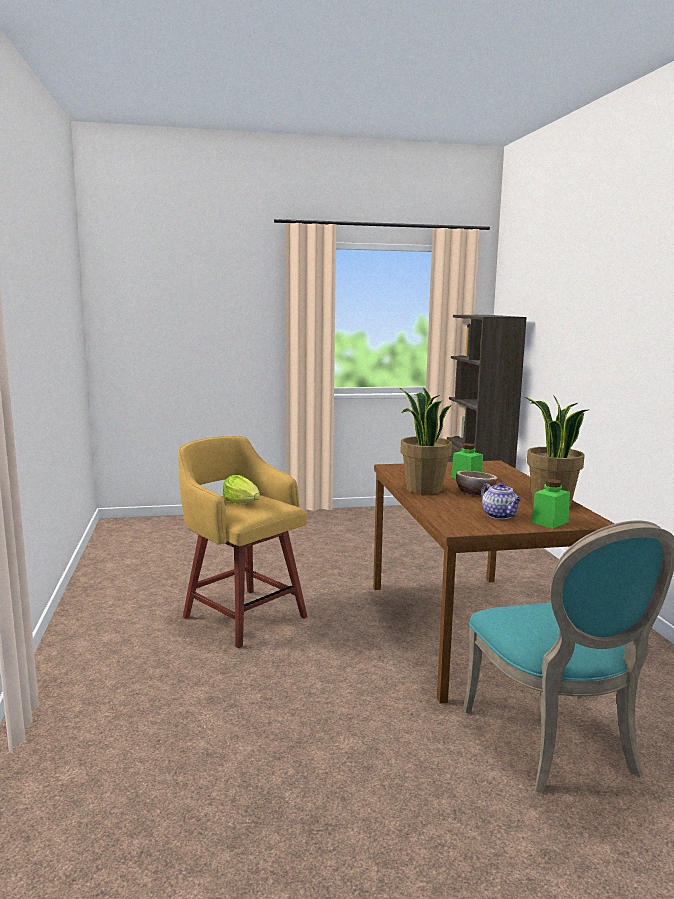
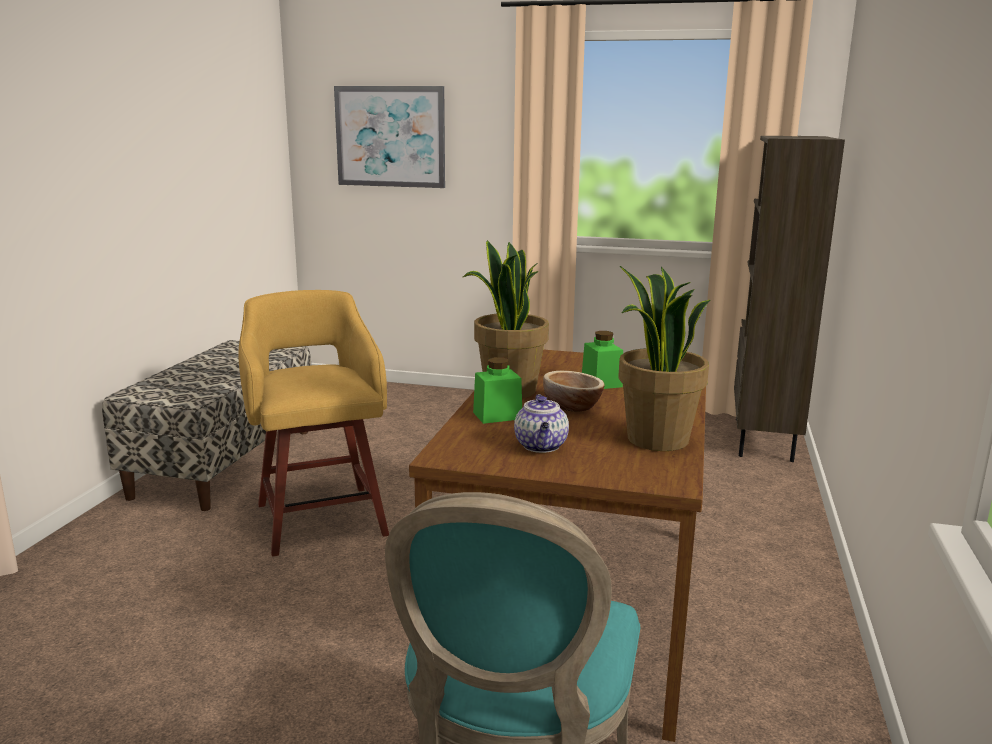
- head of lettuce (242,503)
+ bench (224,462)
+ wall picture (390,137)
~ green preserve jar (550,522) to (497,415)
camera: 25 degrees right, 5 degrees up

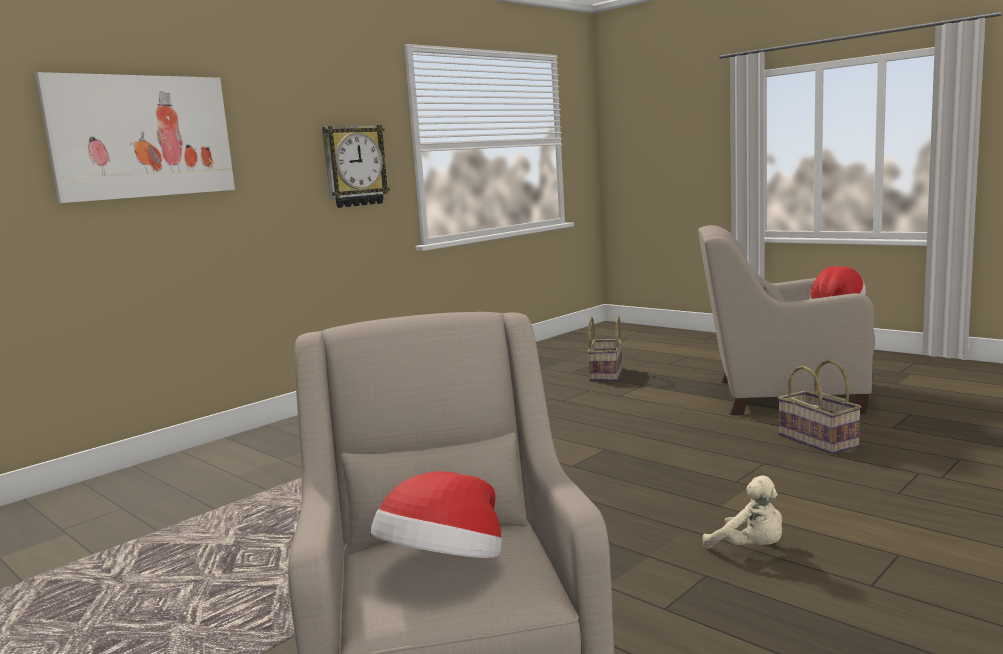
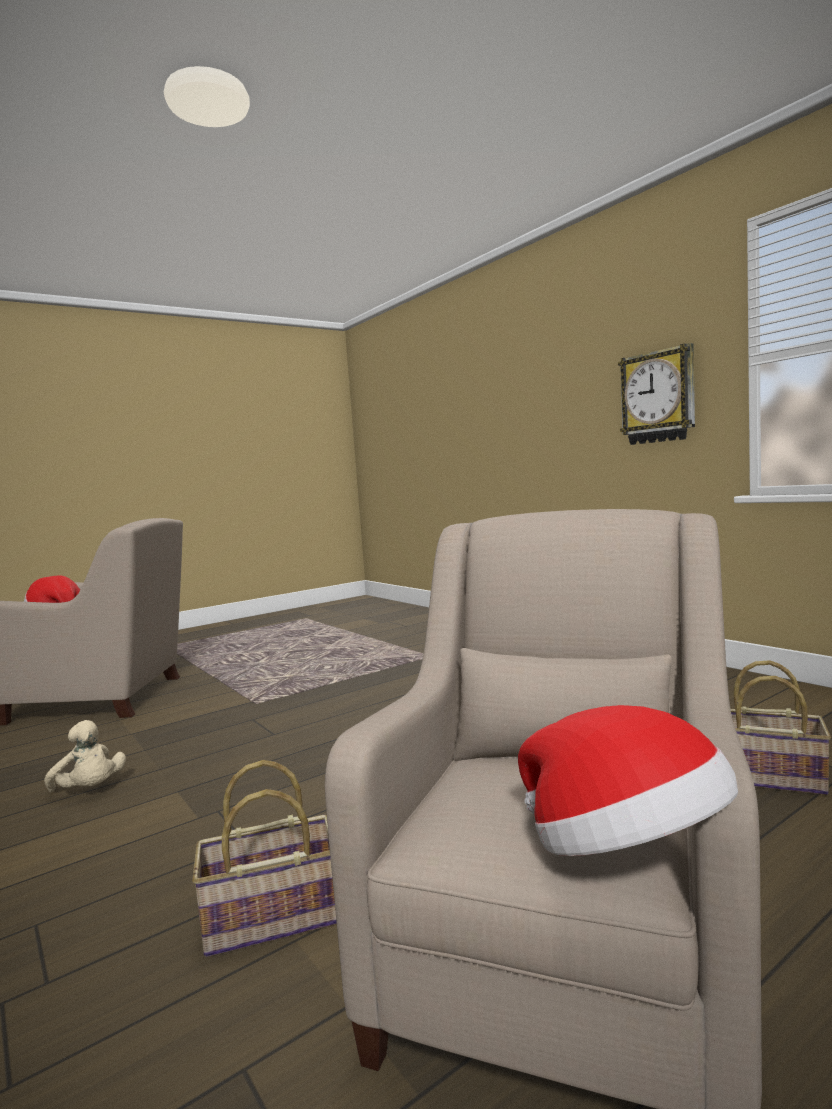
- wall picture (142,136)
~ beige plush toy (750,548) = (89,790) 105 degrees counterclockwise
camera: 100 degrees right, 5 degrees down

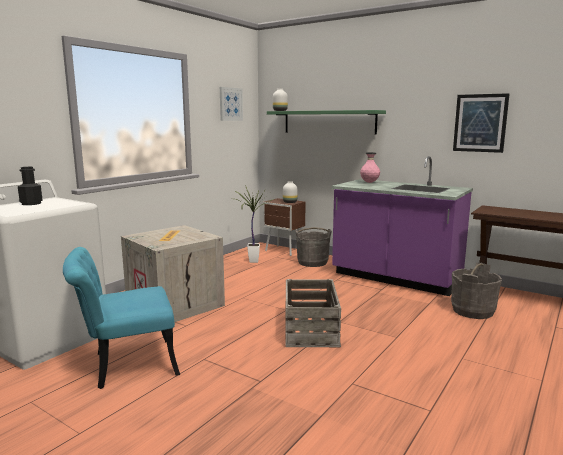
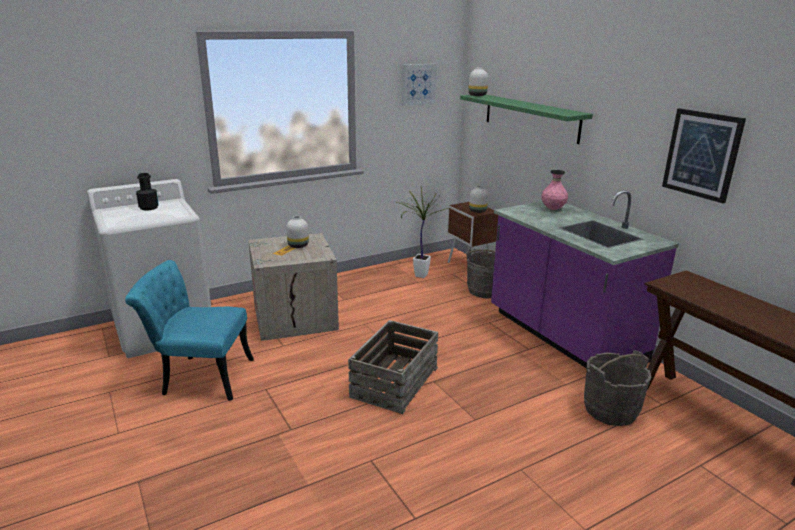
+ white vase (298,246)
camera: 25 degrees right, 10 degrees up

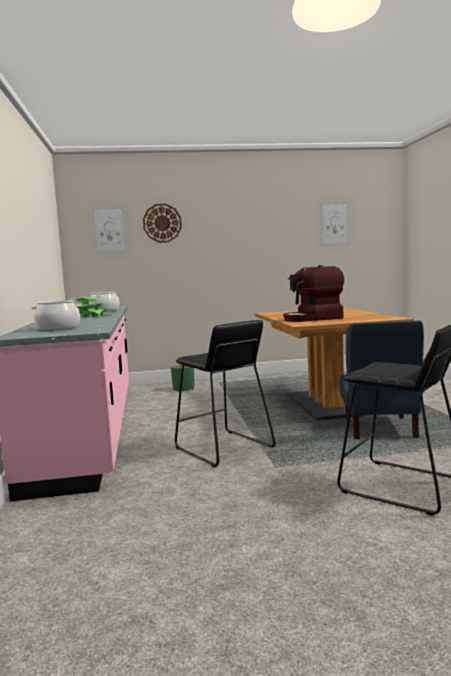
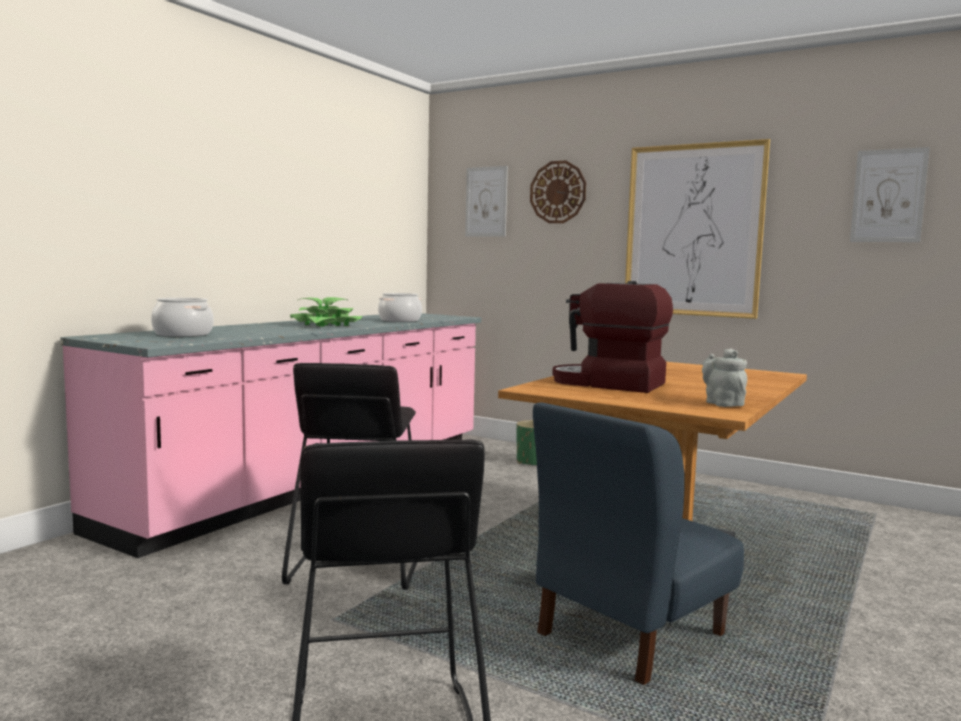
+ wall picture (693,230)
+ greyish teapot (722,403)
camera: 40 degrees right, 0 degrees up

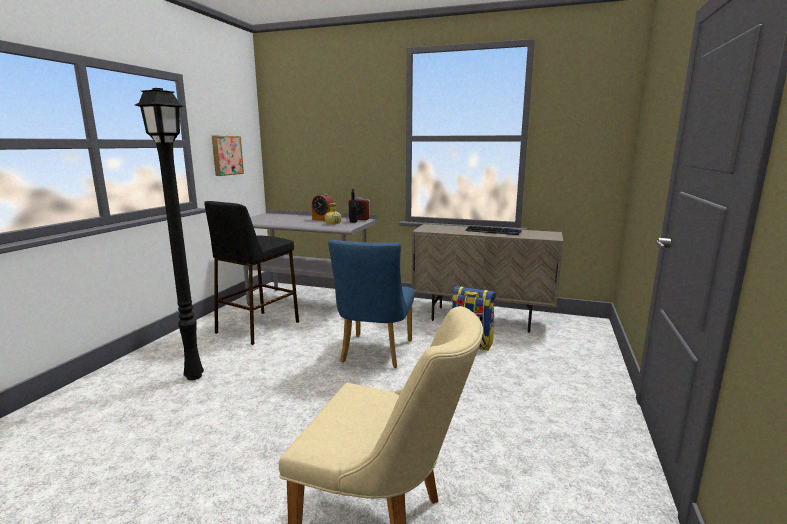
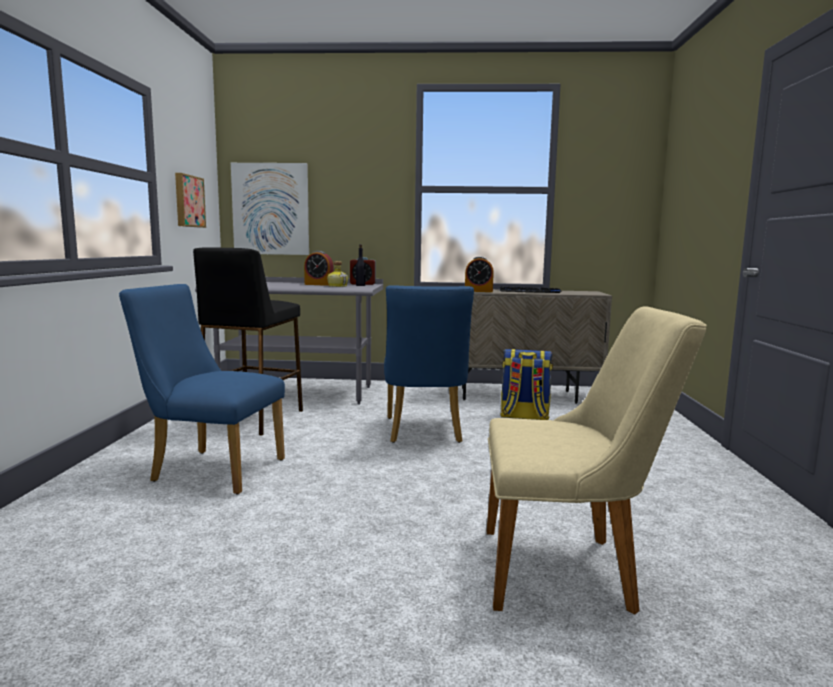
+ wall picture (270,209)
+ alarm clock (478,291)
~ black standard lamp (194,375) to blue-coloured chair (210,469)
camera: 15 degrees left, 5 degrees down

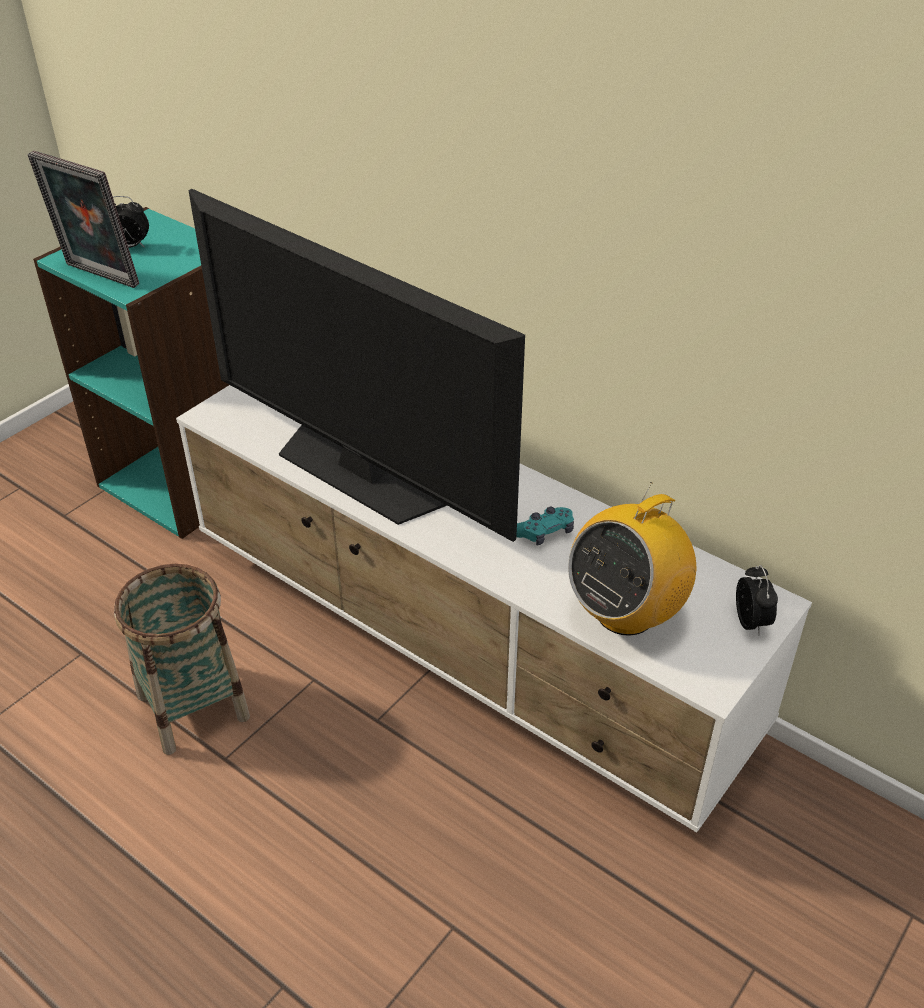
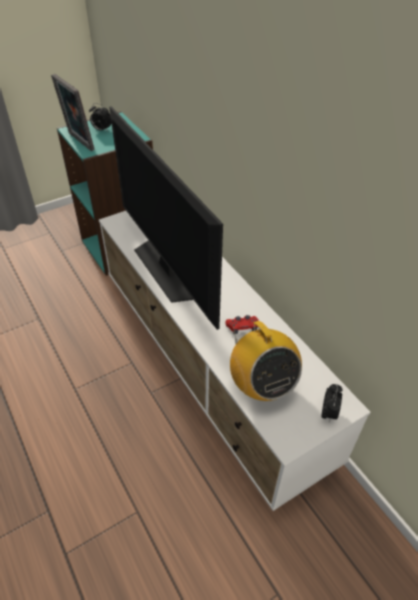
- basket (193,707)
~ turquoise-coloured gamepad (545,532) to red-coloured gamepad (242,327)
~ radio receiver (625,613) = (261,386) 90 degrees counterclockwise
camera: 20 degrees right, 5 degrees up

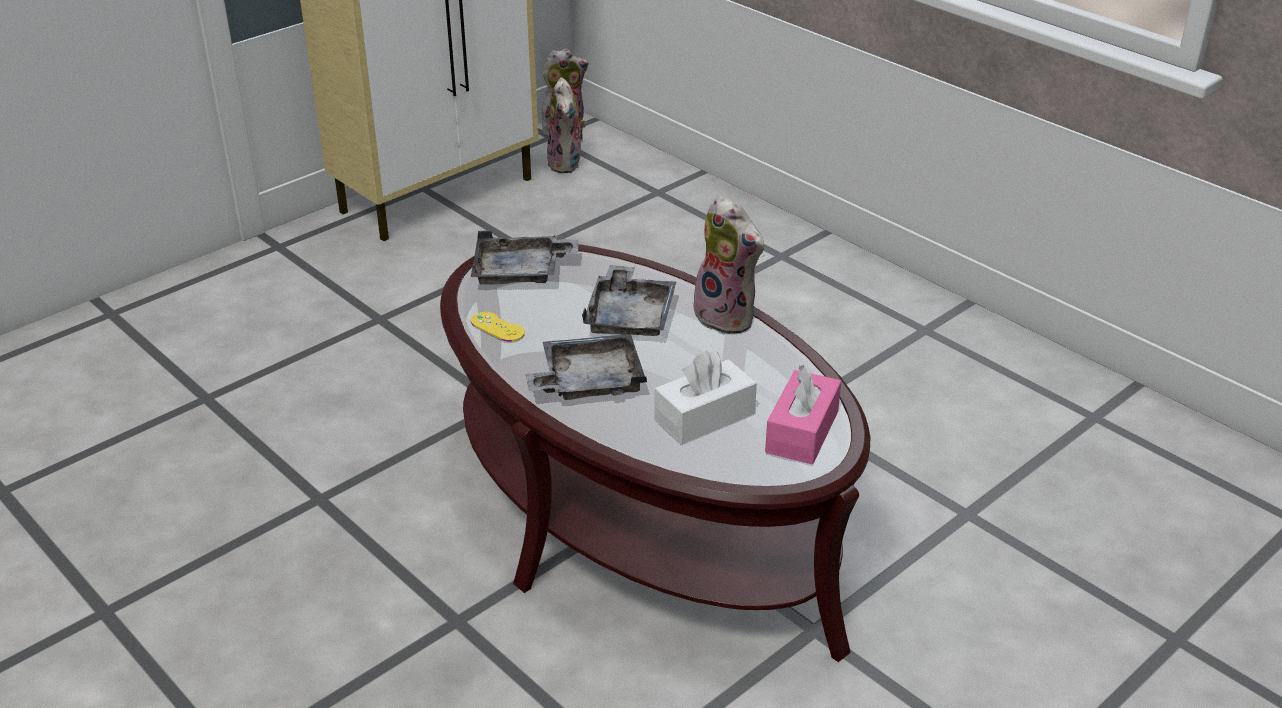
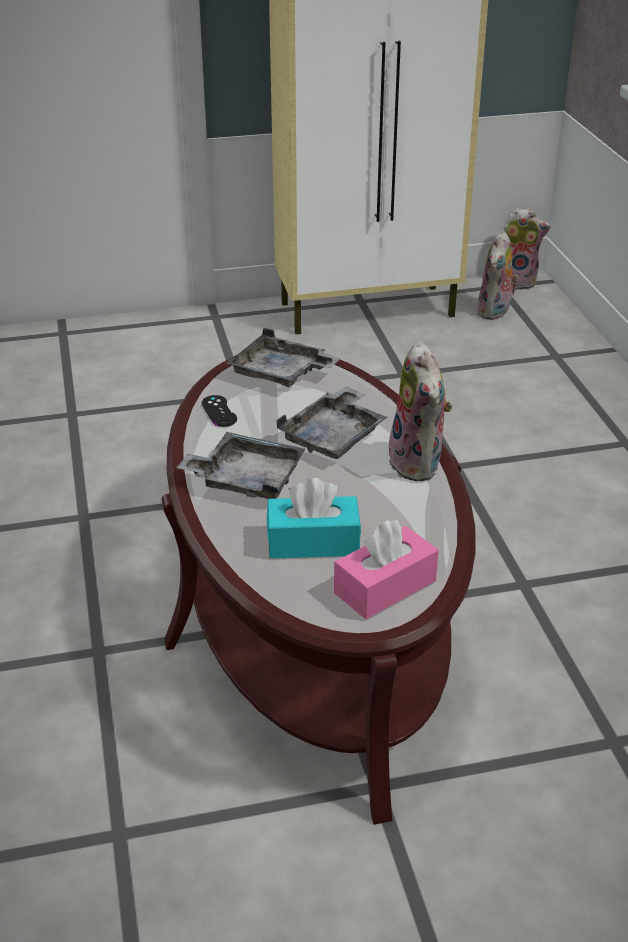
~ yellowish gamepad (497,327) to black gamepad (219,411)
~ white box of tissues (704,416) to turquoise-coloured box of tissues (313,542)
camera: 30 degrees right, 0 degrees up

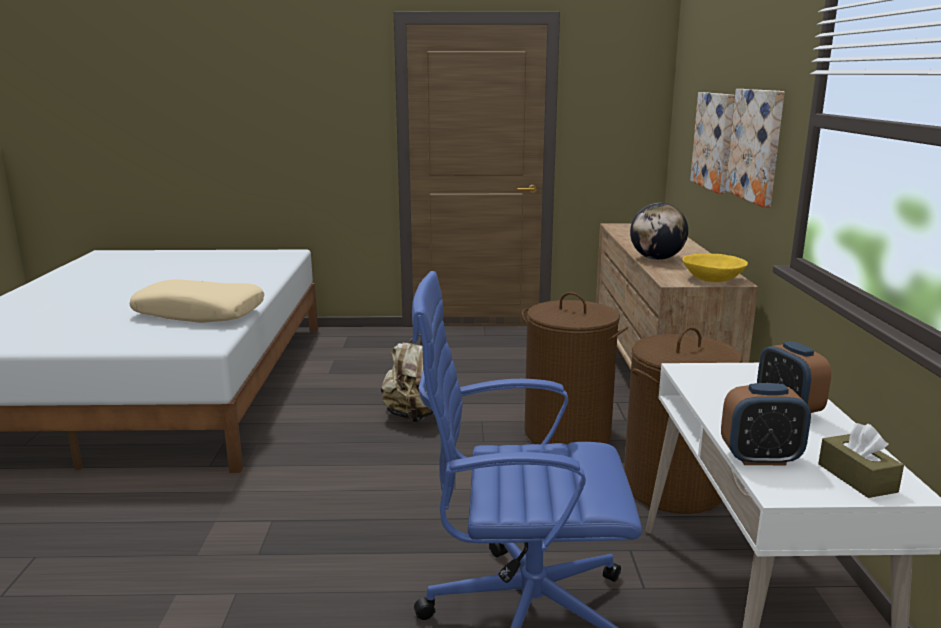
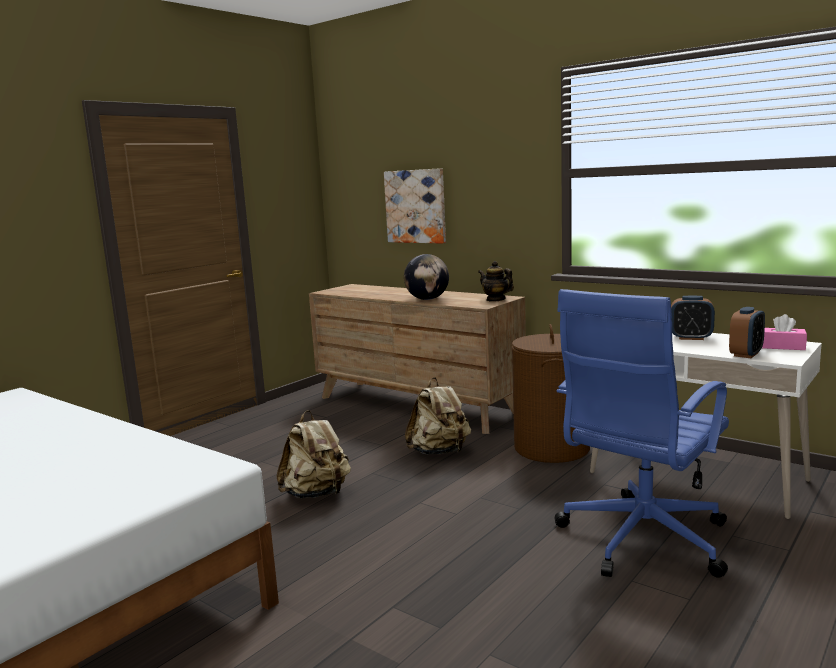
- beige pillow (200,313)
- wall picture (756,145)
~ brownish washing basket (568,433) to beige rucksack (439,452)
~ yellowish bowl (713,280) to teapot (495,299)
~ brownish box of tissues (857,478) to pinkish box of tissues (783,347)
camera: 50 degrees left, 5 degrees down

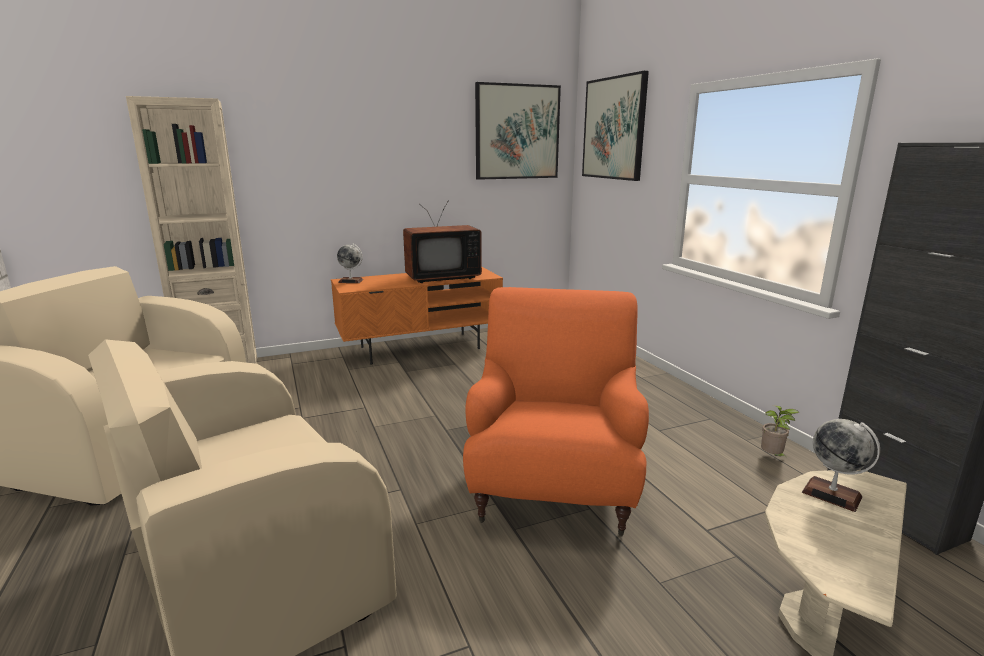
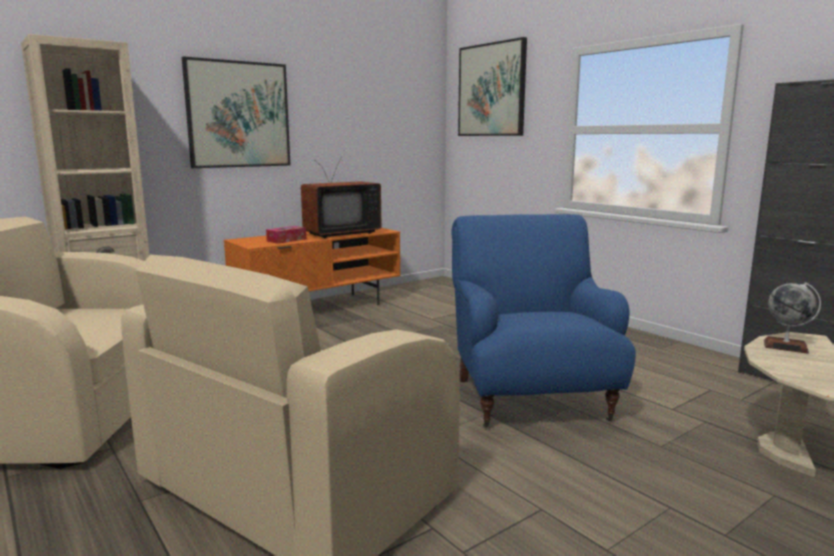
- desk globe (351,281)
- plant in a pot (772,457)
+ box of tissues (286,240)
~ wall picture (517,132) to (238,115)
~ orange-coloured lounge chair (553,489) to blue-coloured lounge chair (530,398)
camera: 15 degrees left, 5 degrees down

